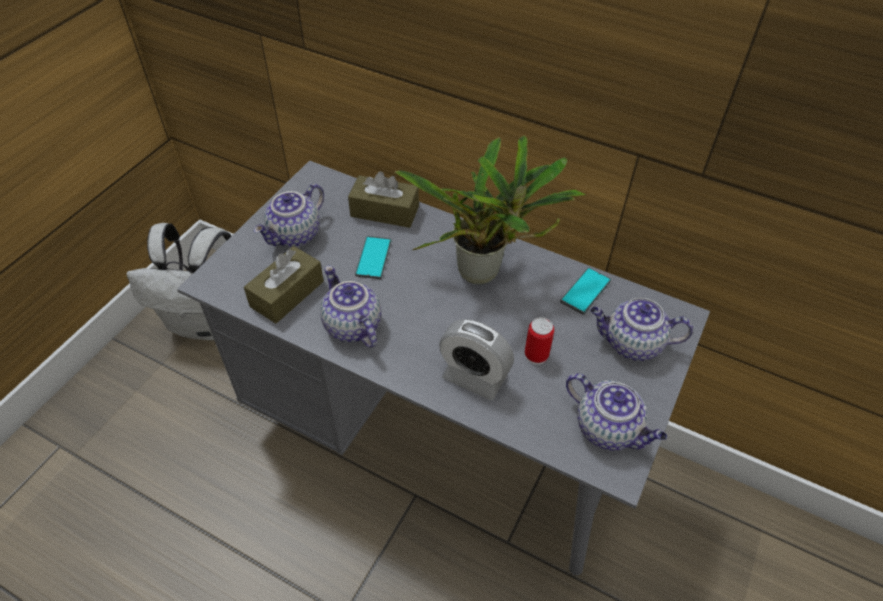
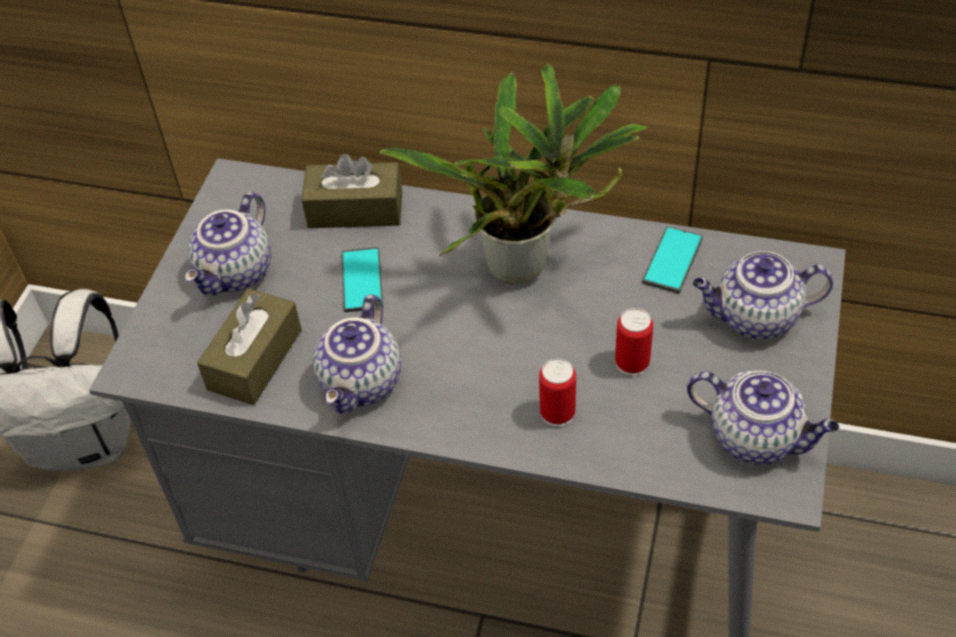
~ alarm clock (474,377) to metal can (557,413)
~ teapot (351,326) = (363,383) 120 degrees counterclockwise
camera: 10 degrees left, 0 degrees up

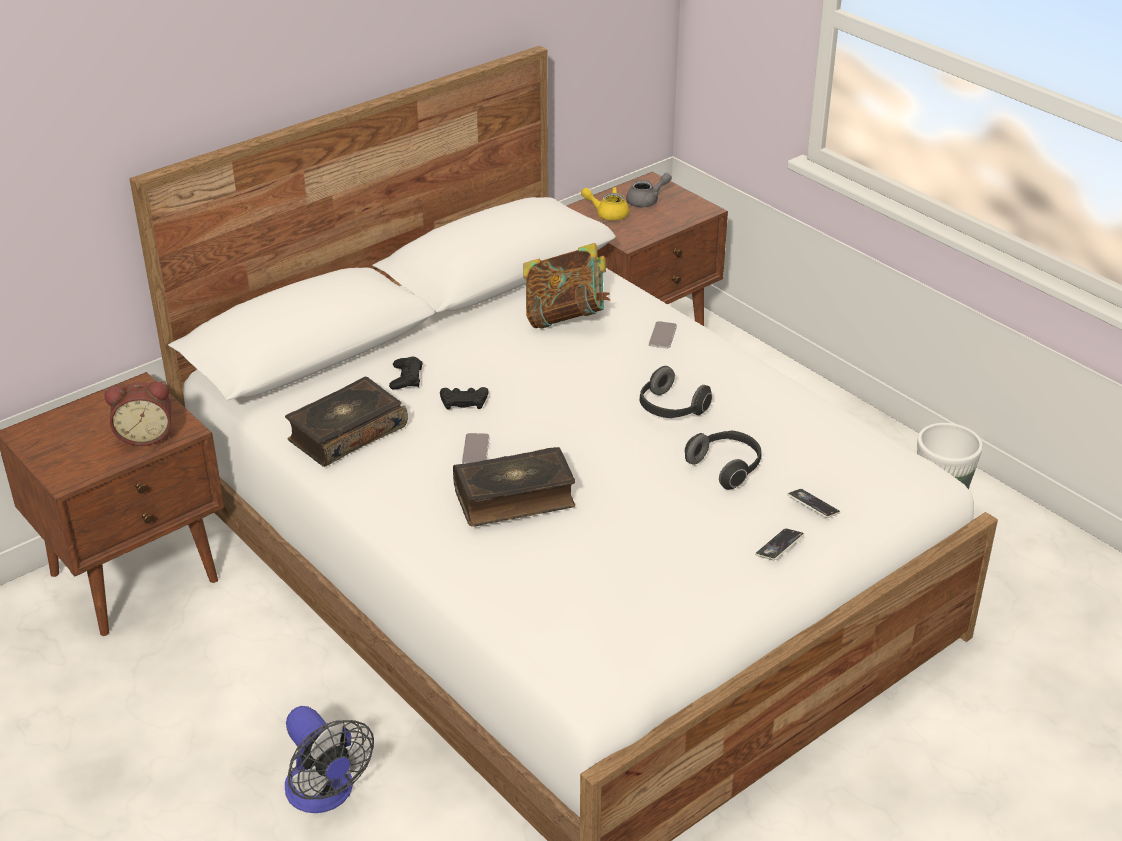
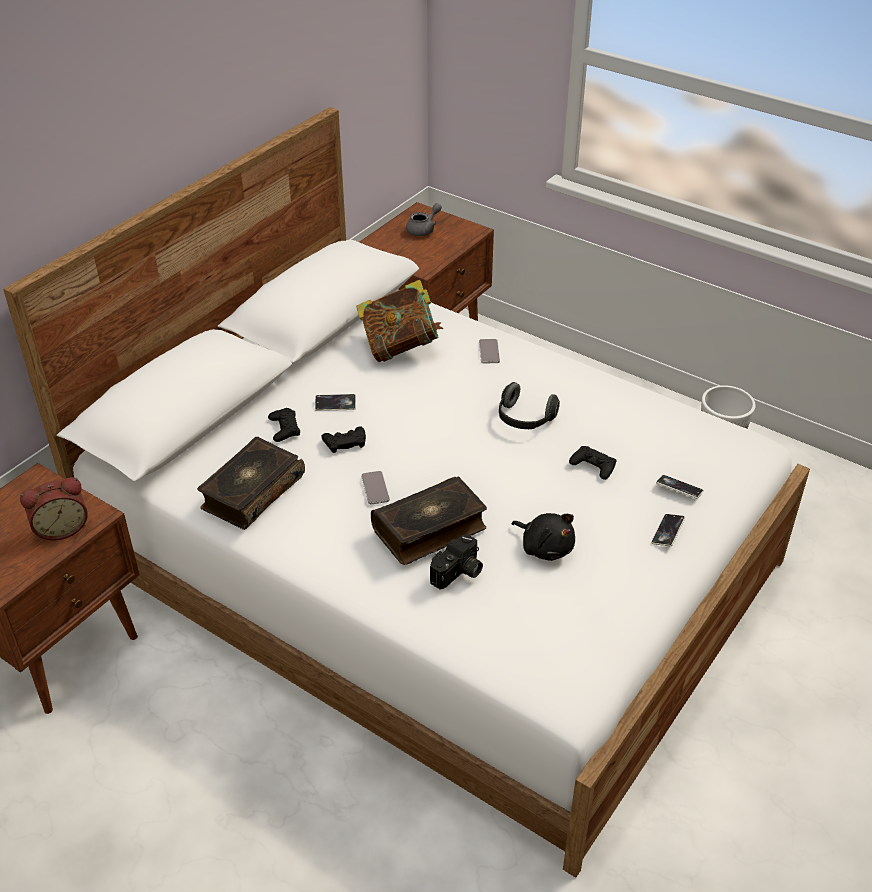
- electric fan (325,794)
- yellowish teapot (607,213)
+ handset (335,404)
+ photo camera (458,573)
+ black plush toy (545,547)
~ headphones (726,468) to black gamepad (593,466)
camera: 15 degrees left, 5 degrees up

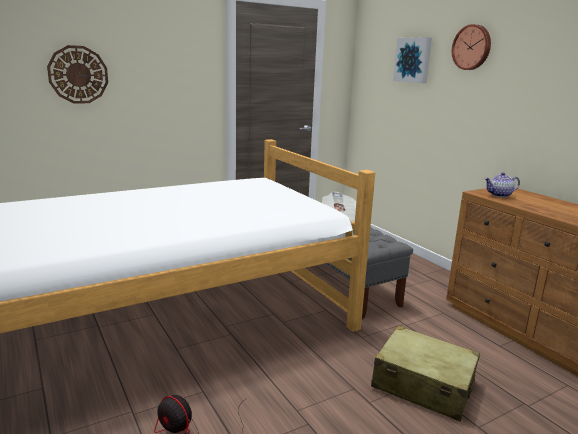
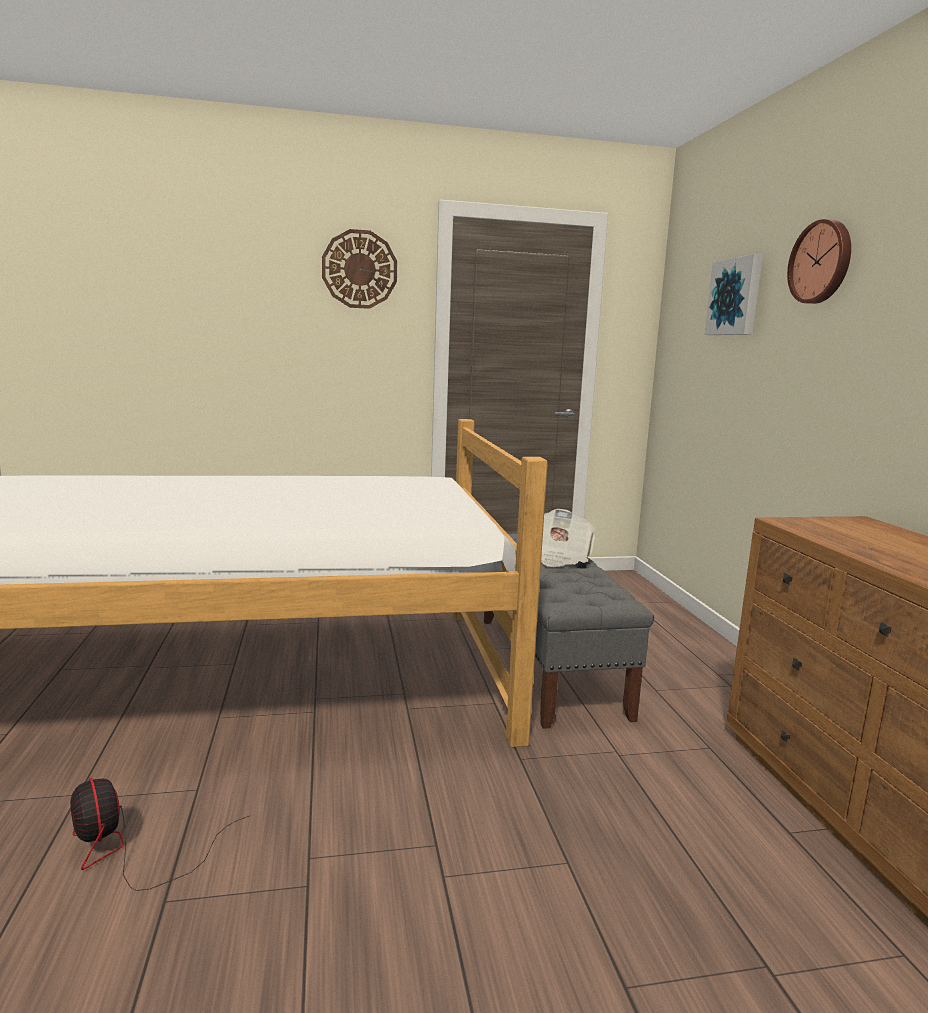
- beige piece of luggage (423,385)
- teapot (499,195)
~ hanging clock (78,74) to (359,269)
camera: 20 degrees right, 5 degrees down

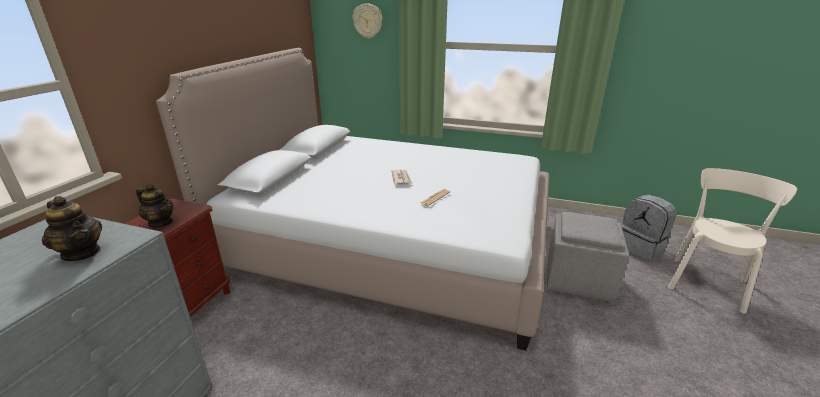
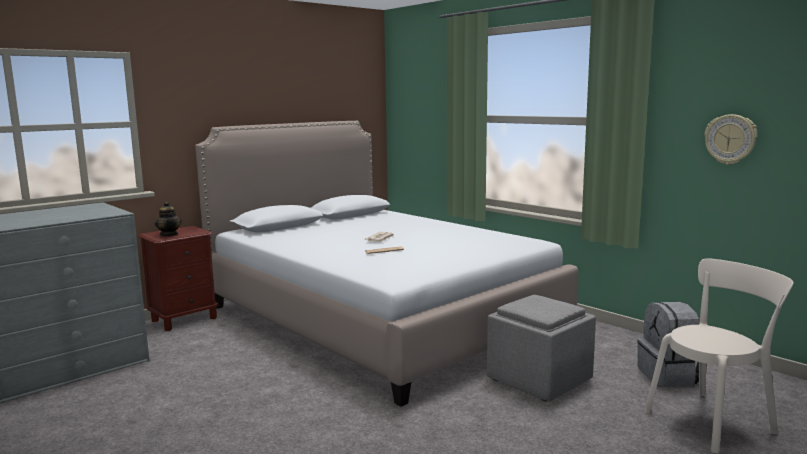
- teapot (82,253)
~ hanging clock (368,21) to (730,139)
camera: 30 degrees right, 15 degrees down

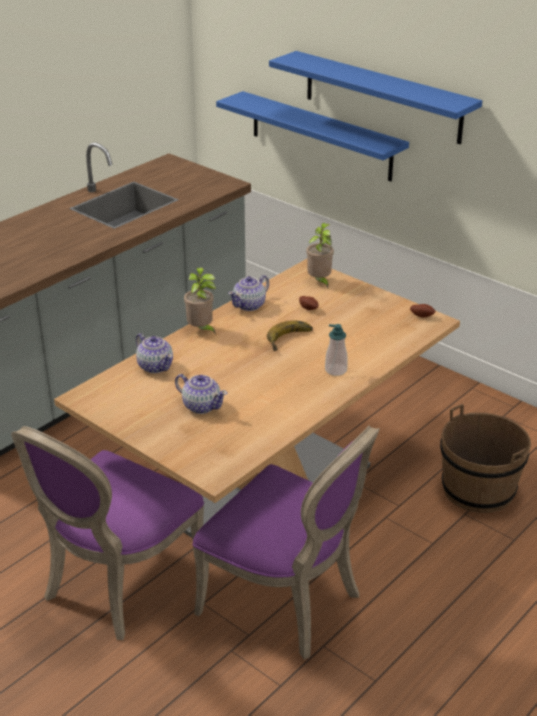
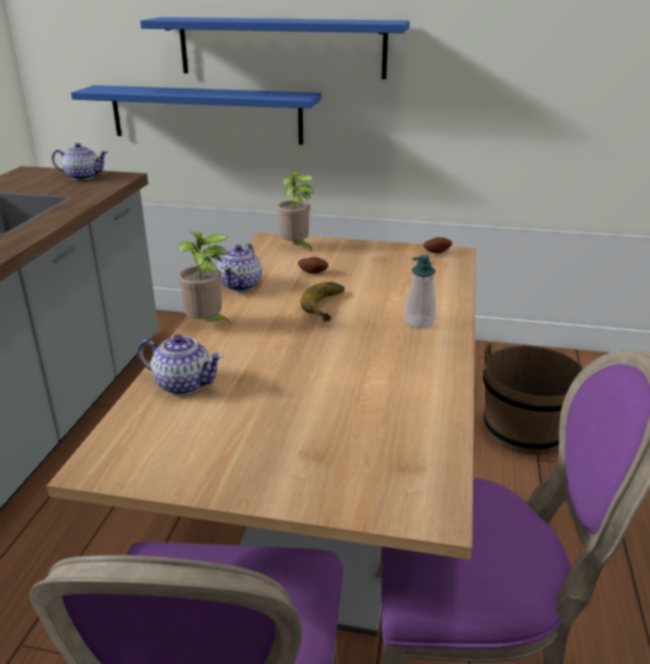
~ teapot (201,406) to (83,177)
camera: 30 degrees left, 5 degrees down

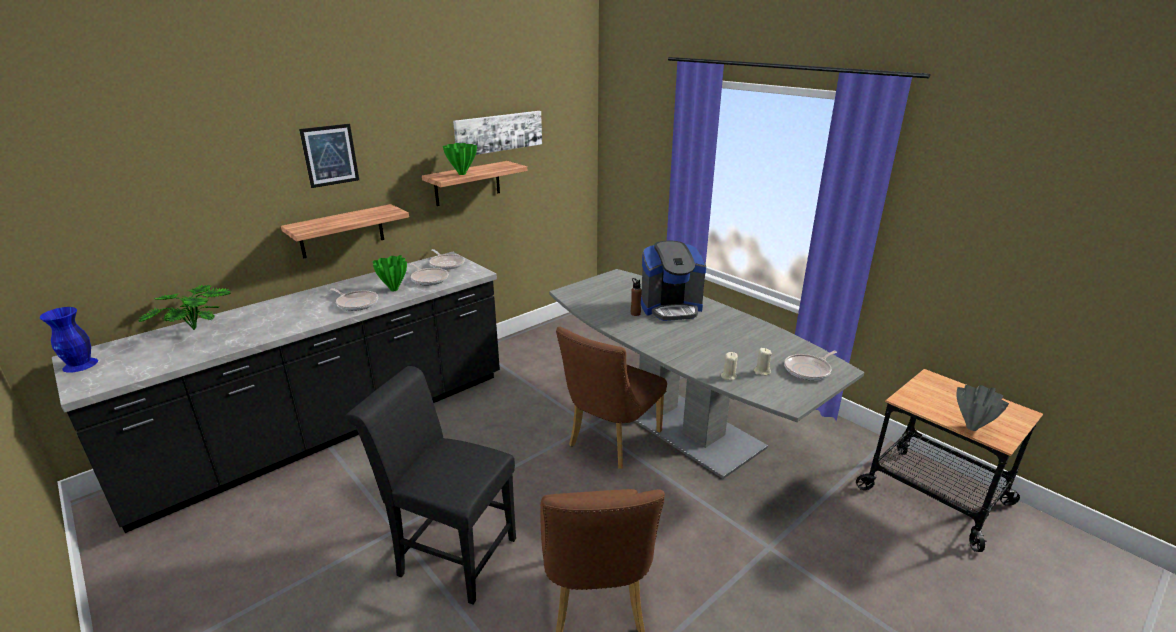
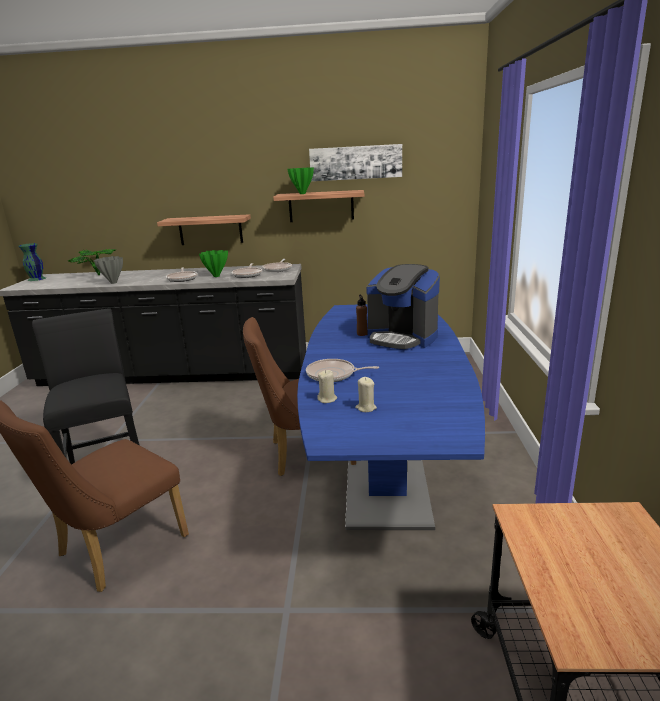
- wall picture (330,155)
~ frying pan (808,370) to (333,375)
~ greyish vase (971,428) to (113,283)
~ blue-coloured vase (80,365) to green vase (36,279)
~ greyish dining table (679,422) to blue-coloured dining table (385,467)
camera: 45 degrees right, 5 degrees down

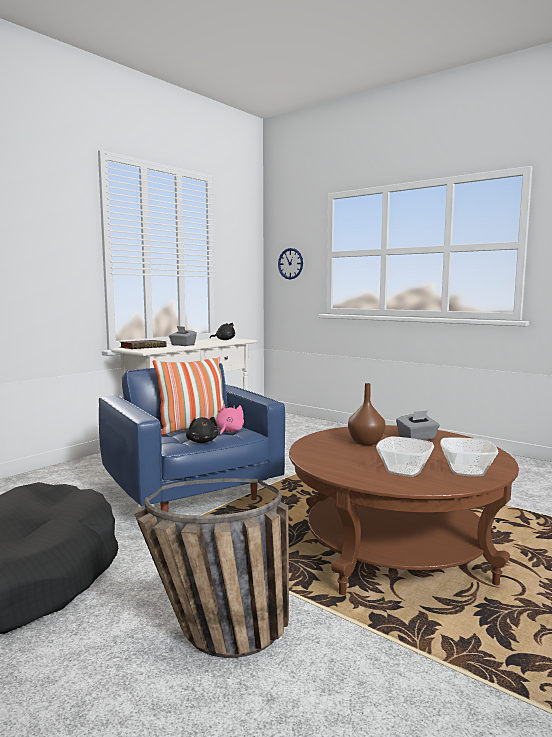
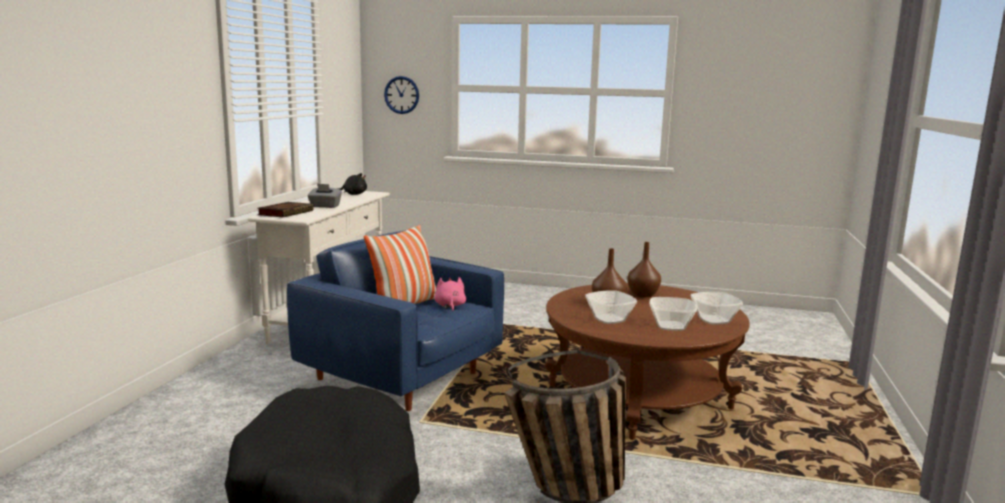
- black plush toy (202,441)
+ bowl (609,319)
~ greyish box of tissues (417,438) to brownish vase (642,294)
camera: 25 degrees left, 5 degrees up

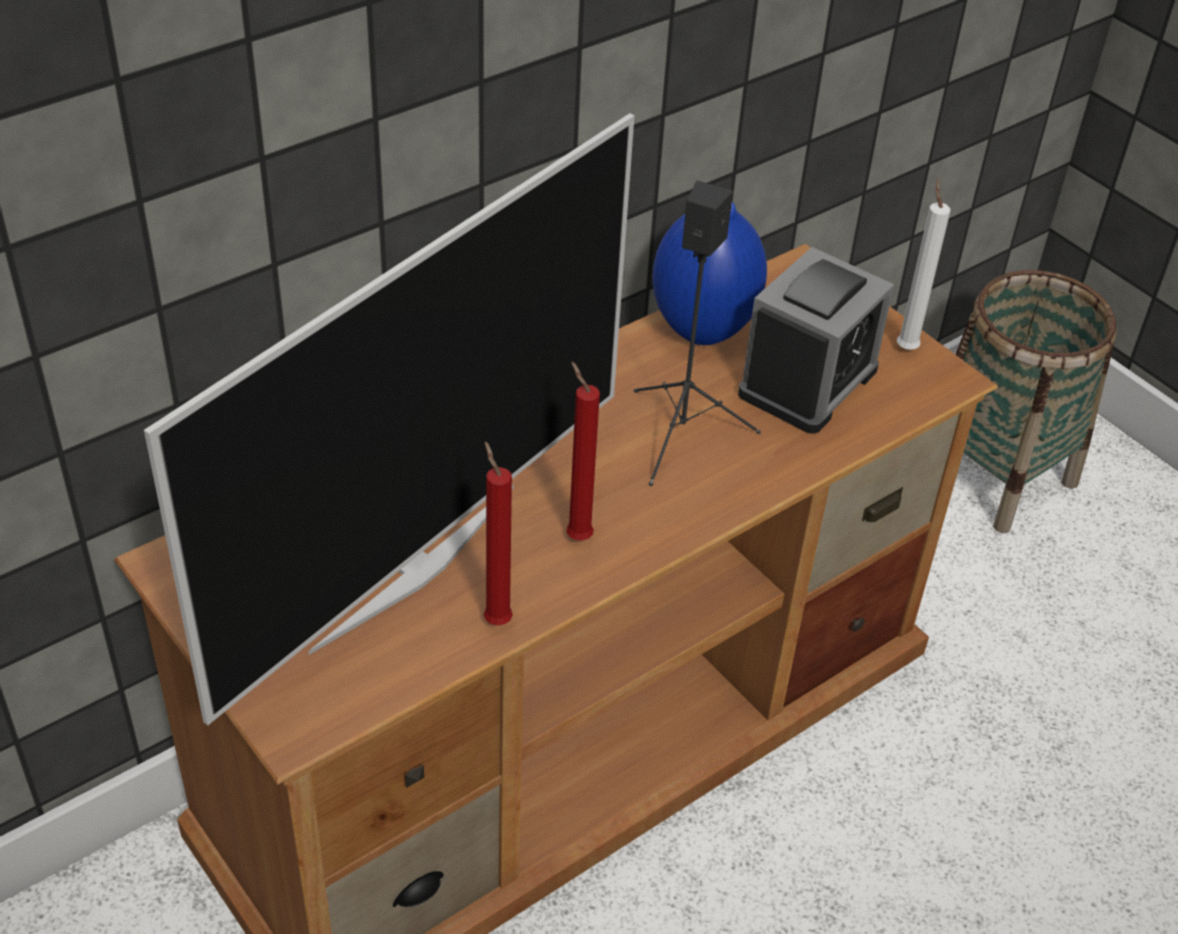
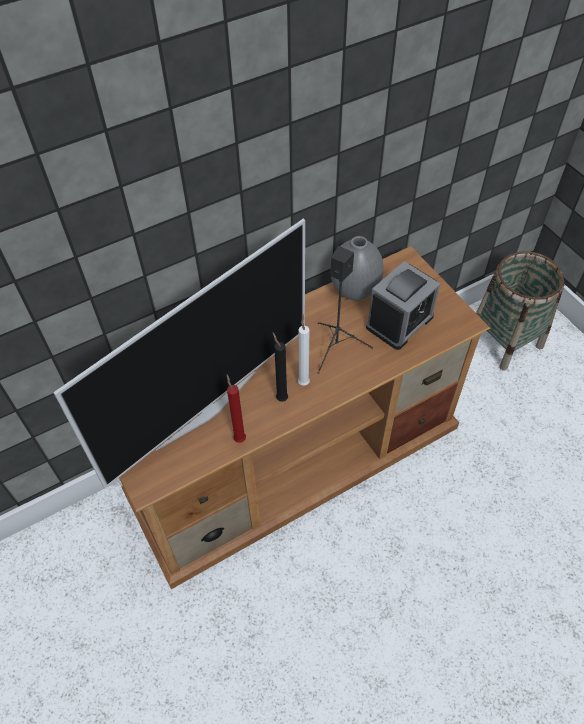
~ white candle (905,347) to (303,381)
~ red-coloured candle (576,535) to black candle (281,397)
~ blue-coloured vase (701,331) to greyish vase (354,292)
camera: 10 degrees right, 10 degrees up

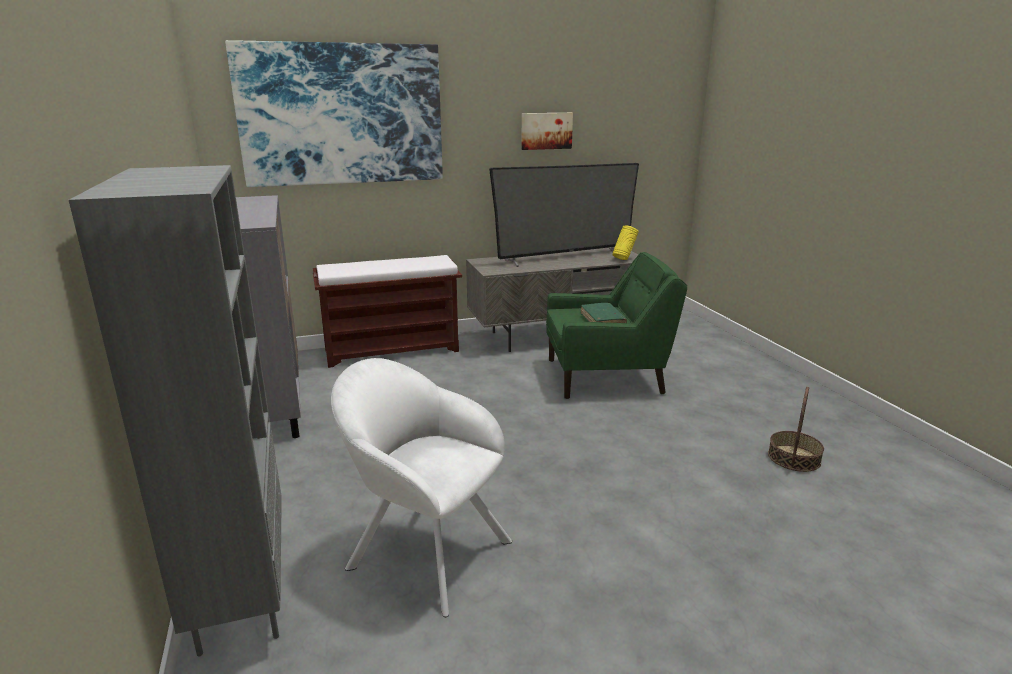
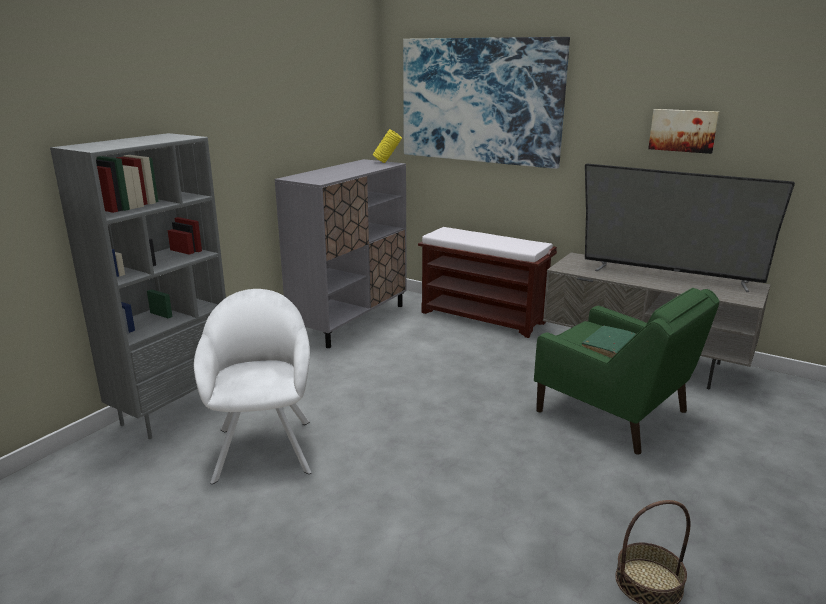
~ yellowish vase (624,259) to (387,163)
camera: 50 degrees right, 0 degrees up

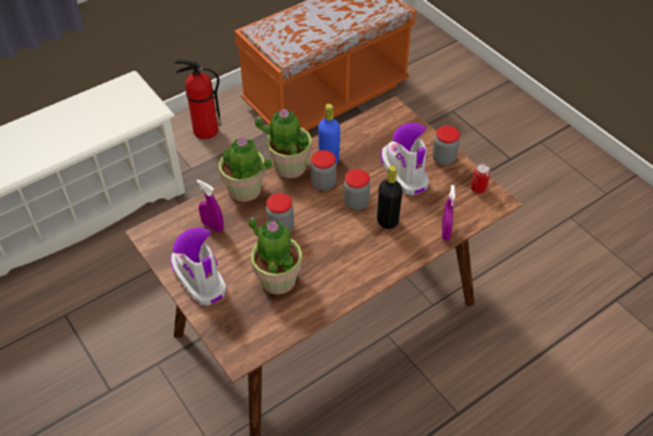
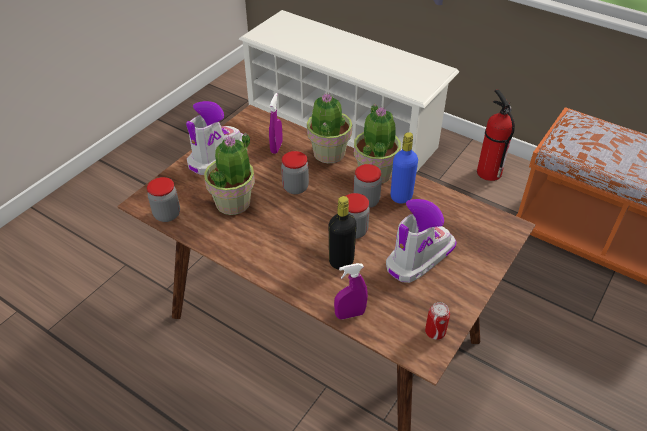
~ preserve jar (443,159) to (167,214)
camera: 70 degrees right, 5 degrees down

